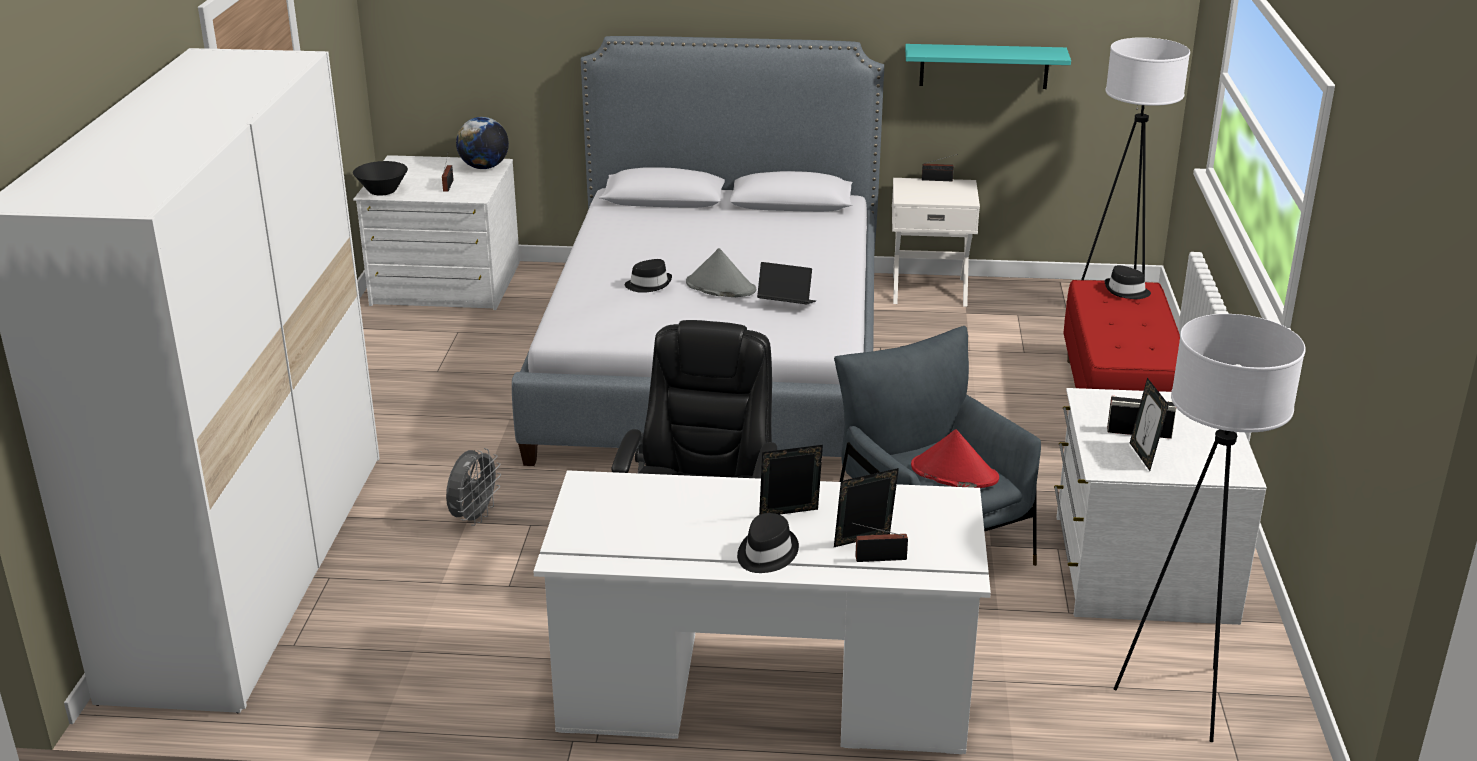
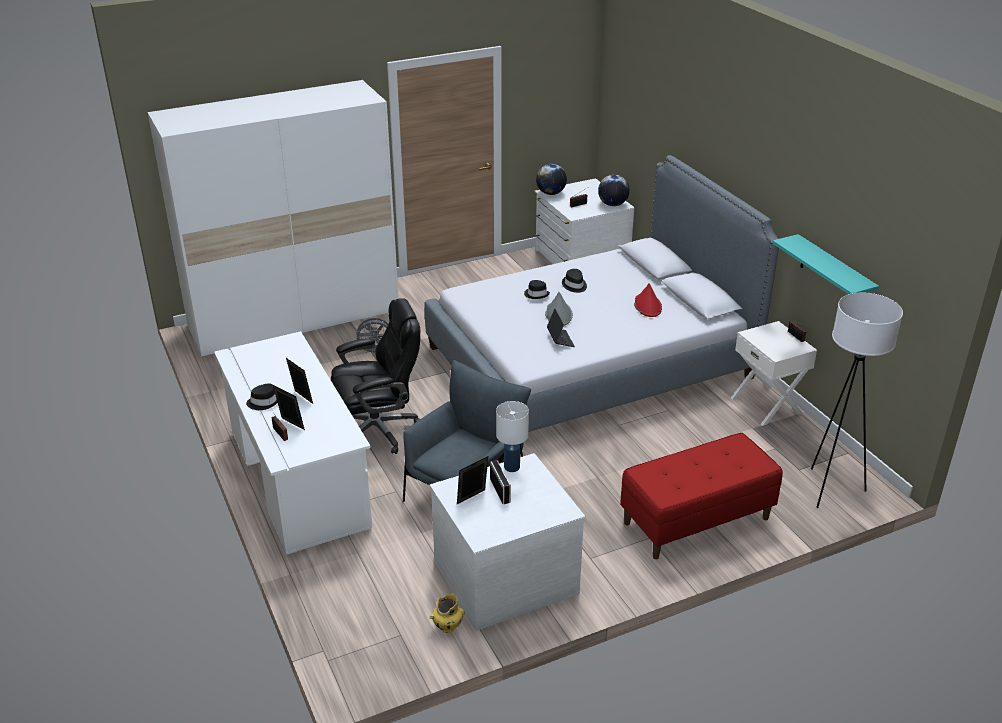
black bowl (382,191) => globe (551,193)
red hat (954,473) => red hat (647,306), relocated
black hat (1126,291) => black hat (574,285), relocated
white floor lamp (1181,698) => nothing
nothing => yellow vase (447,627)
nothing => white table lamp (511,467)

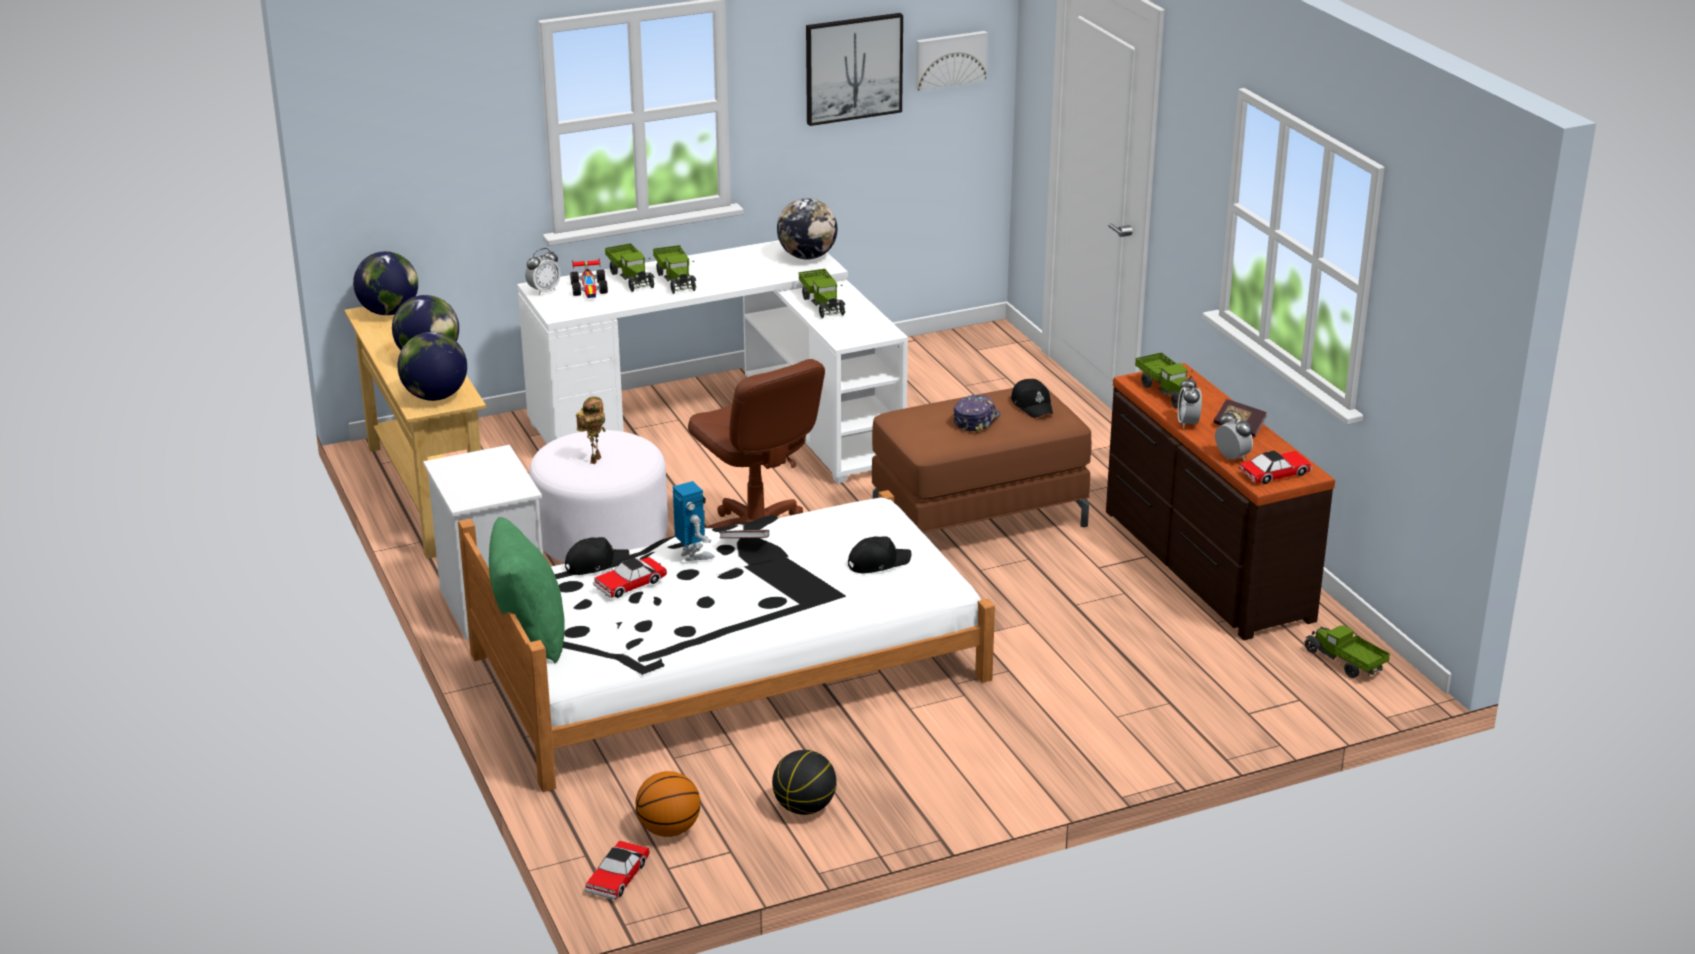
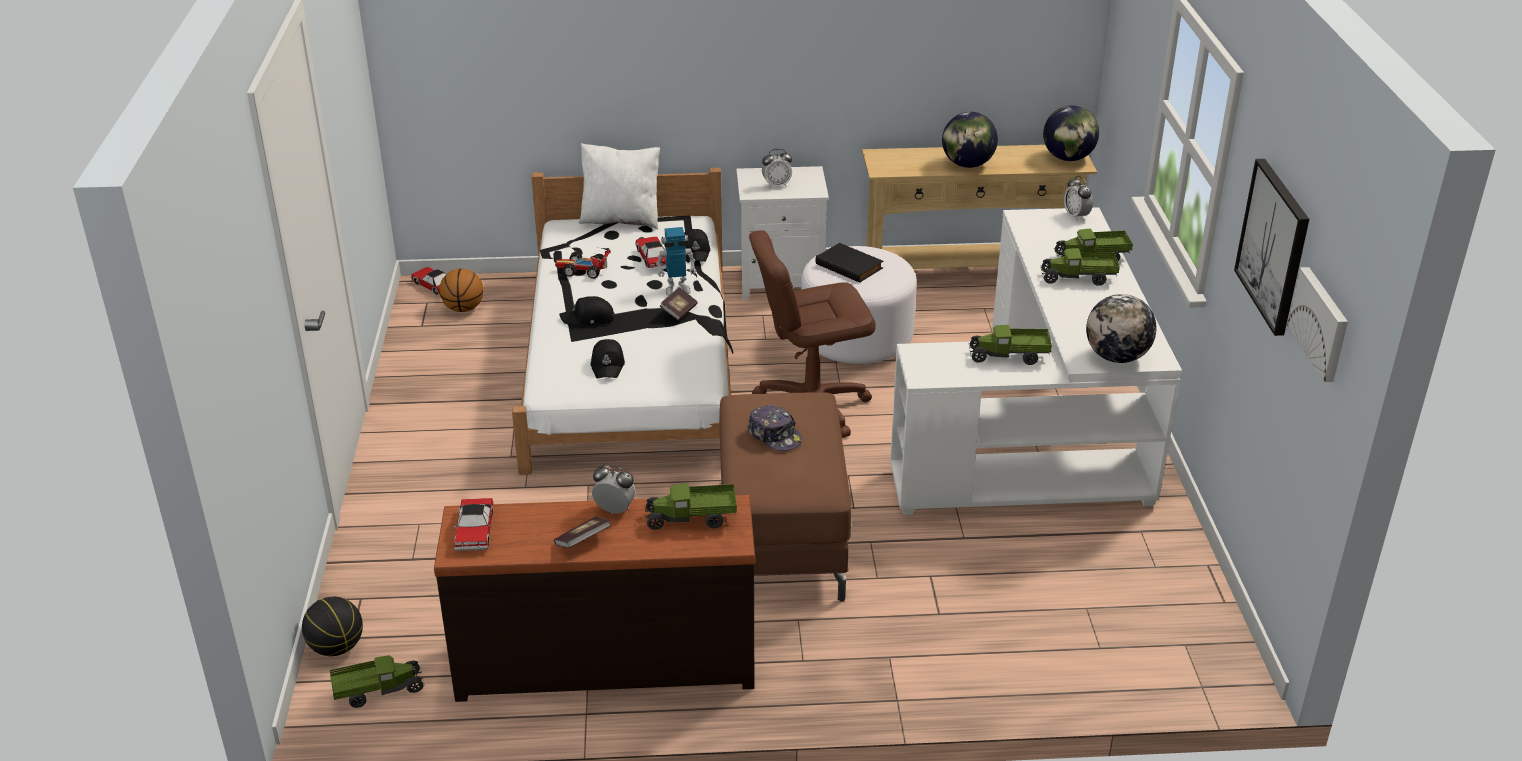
globe (435,397) => nothing
green pillow (529,634) => white pillow (621,219)
toy car (590,288) => toy car (584,270), relocated
toy robot (594,459) => black book (850,266)
basketball (804,807) => basketball (337,647), relocated
black cap (1032,405) => black cap (588,319), relocated
alarm clock (1232,458) => alarm clock (776,185), relocated

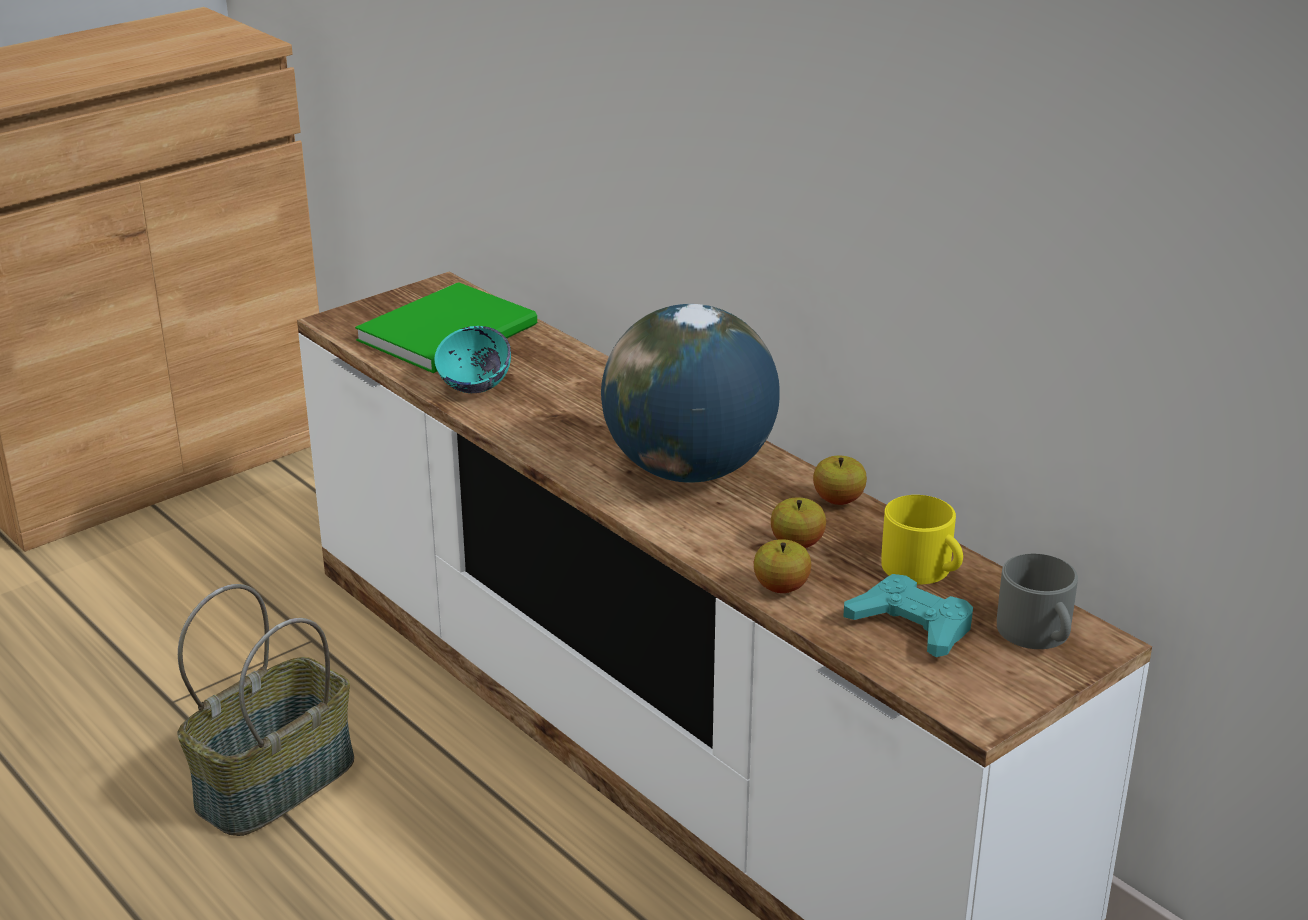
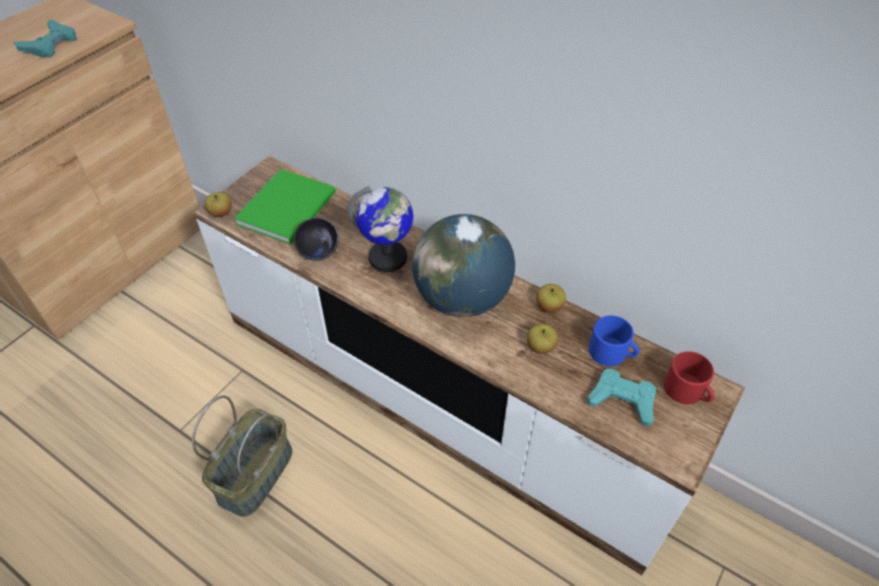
turquoise bowl (474,388) => black bowl (319,252)
apple (781,587) => apple (221,213), relocated
yellow mug (923,569) => blue mug (612,353)
grey mug (1038,633) => red mug (687,391)
nothing => turquoise game controller (50,44)
nothing => globe (388,258)

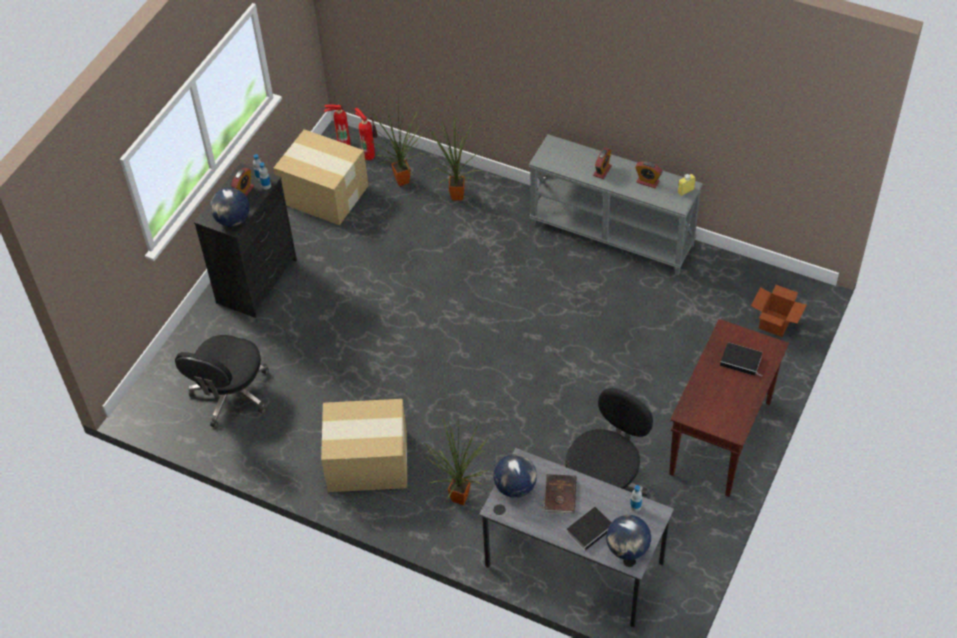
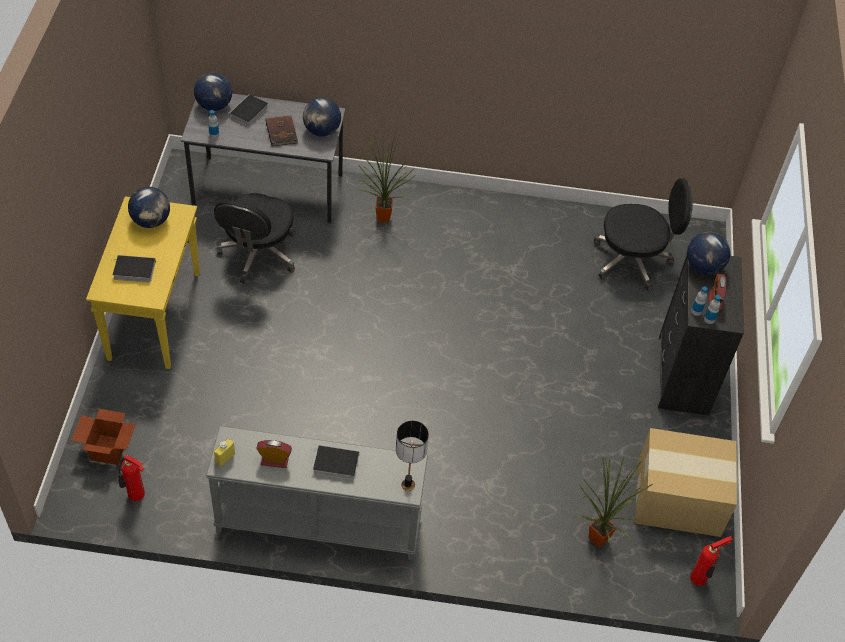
black office chair (230,395) => black office chair (633,260), 90 degrees clockwise
cardboard box (369,462) => nothing
fire extinguisher (369,154) => fire extinguisher (136,496), relocated
potted plant (454,196) => nothing
alarm clock (602,171) => book (334,464)
brown console table (721,439) => yellow console table (154,315)
nothing => globe (151,221)
nothing => table lamp (408,484)

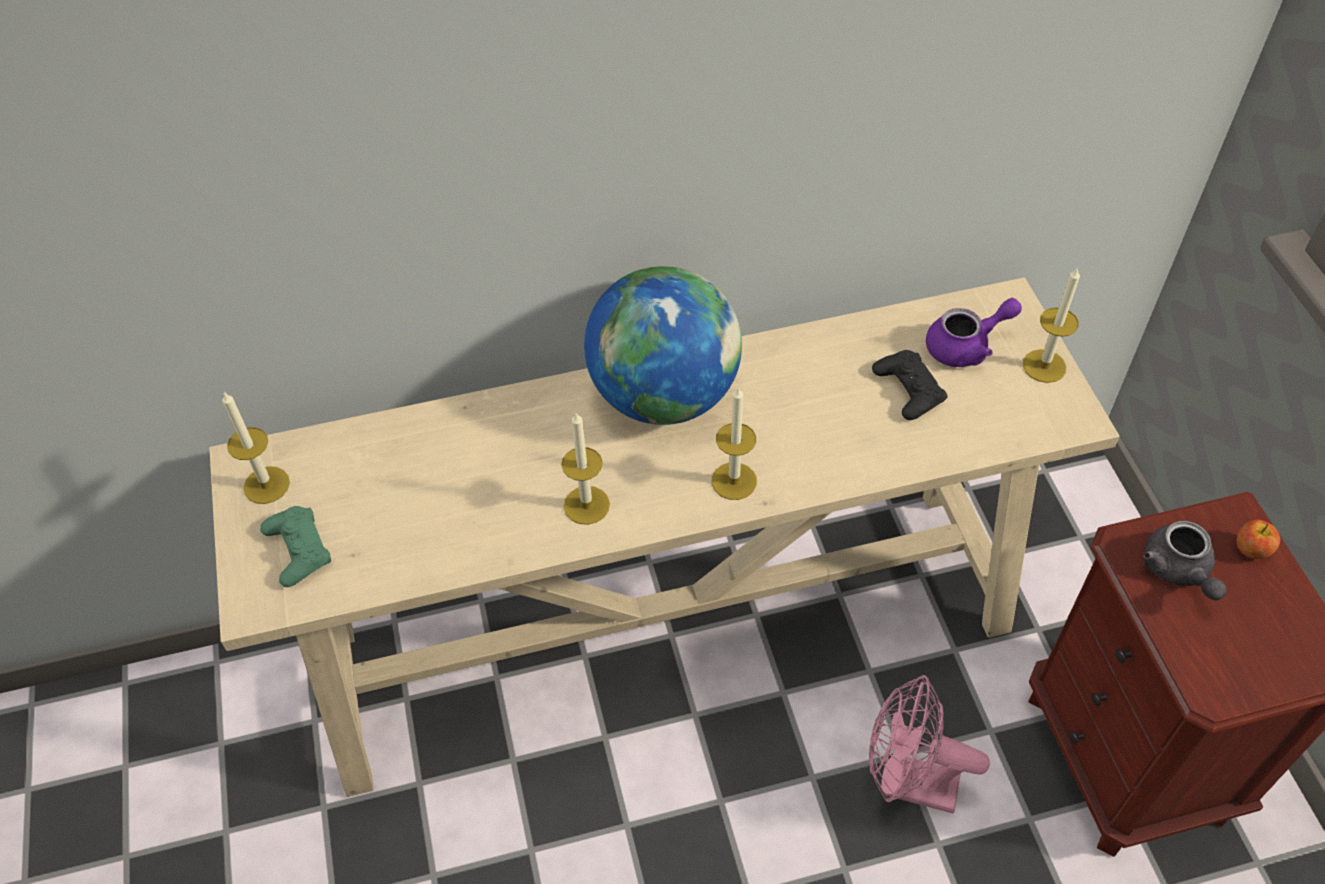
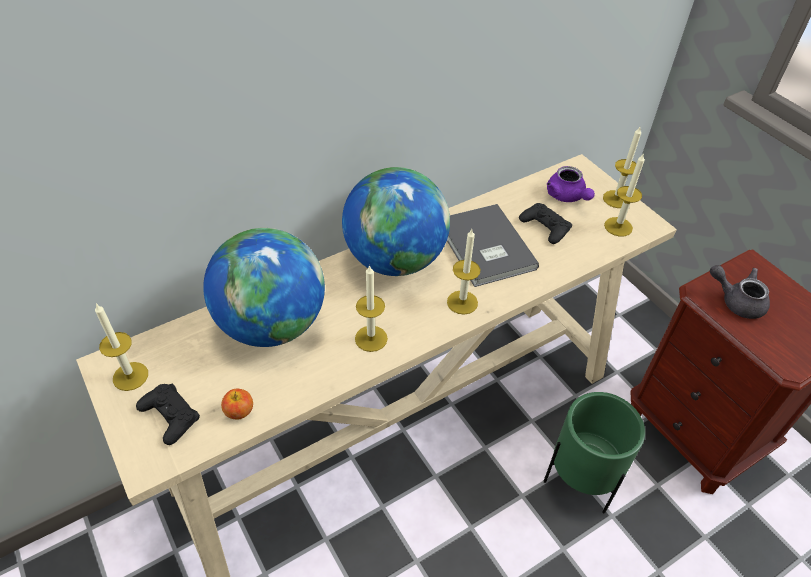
green game controller (298,549) => black game controller (170,416)
pink fan (907,783) => green planter (579,483)
purple teapot (966,347) => purple teapot (567,197), 105 degrees clockwise
grey teapot (1178,571) => grey teapot (737,301), 150 degrees clockwise
apple (1251,549) => apple (239,412), relocated
nothing => globe (272,324)
nothing => grey book (484,248)
nothing => candle (618,226)

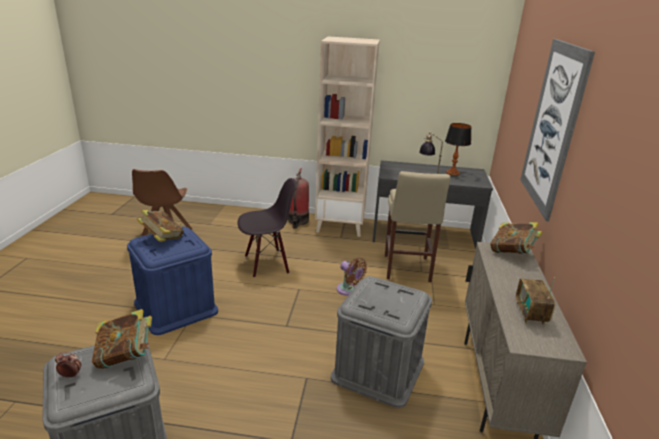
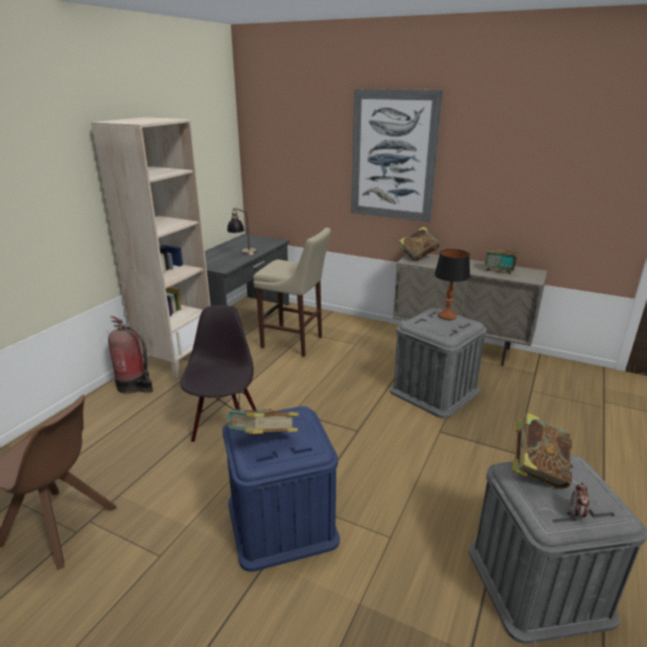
brown fan (349,290) => nothing
table lamp (452,173) => table lamp (447,316), relocated

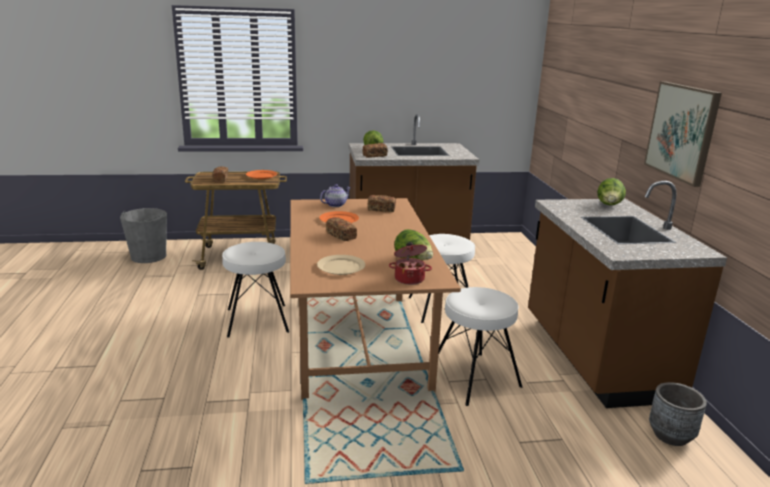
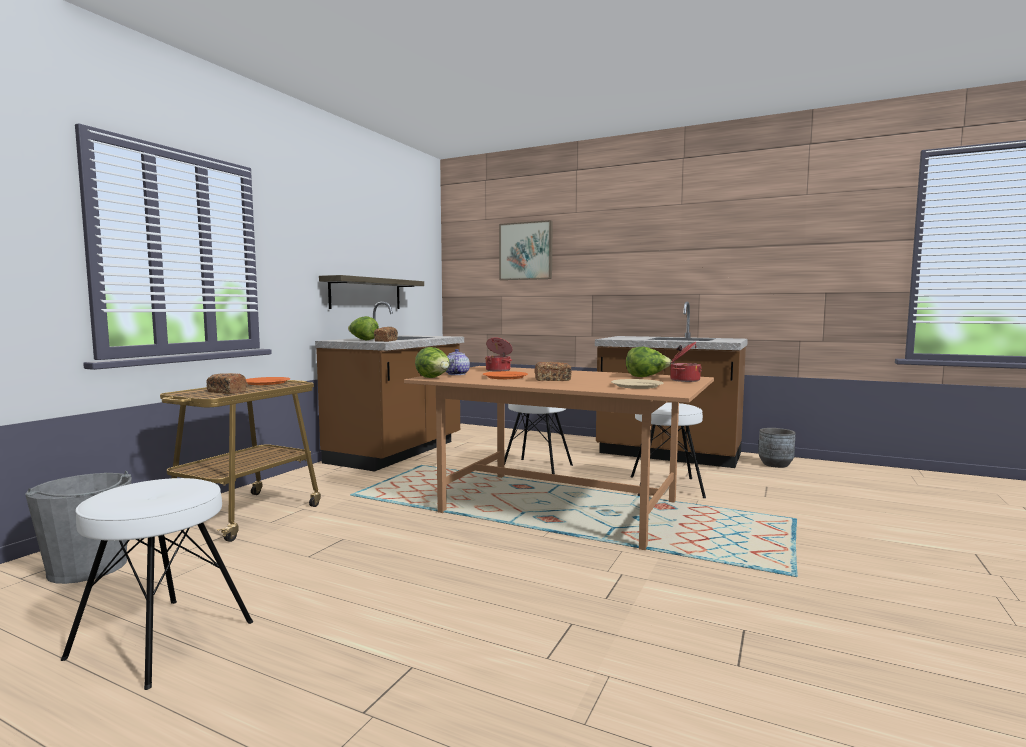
white stool (257,320) => white stool (162,640), relocated
bread (381,209) => cooking pot (498,370)
lettuce (609,206) => lettuce (433,378), relocated
picture (682,132) => picture (526,251), relocated
nothing => shelf (366,294)

